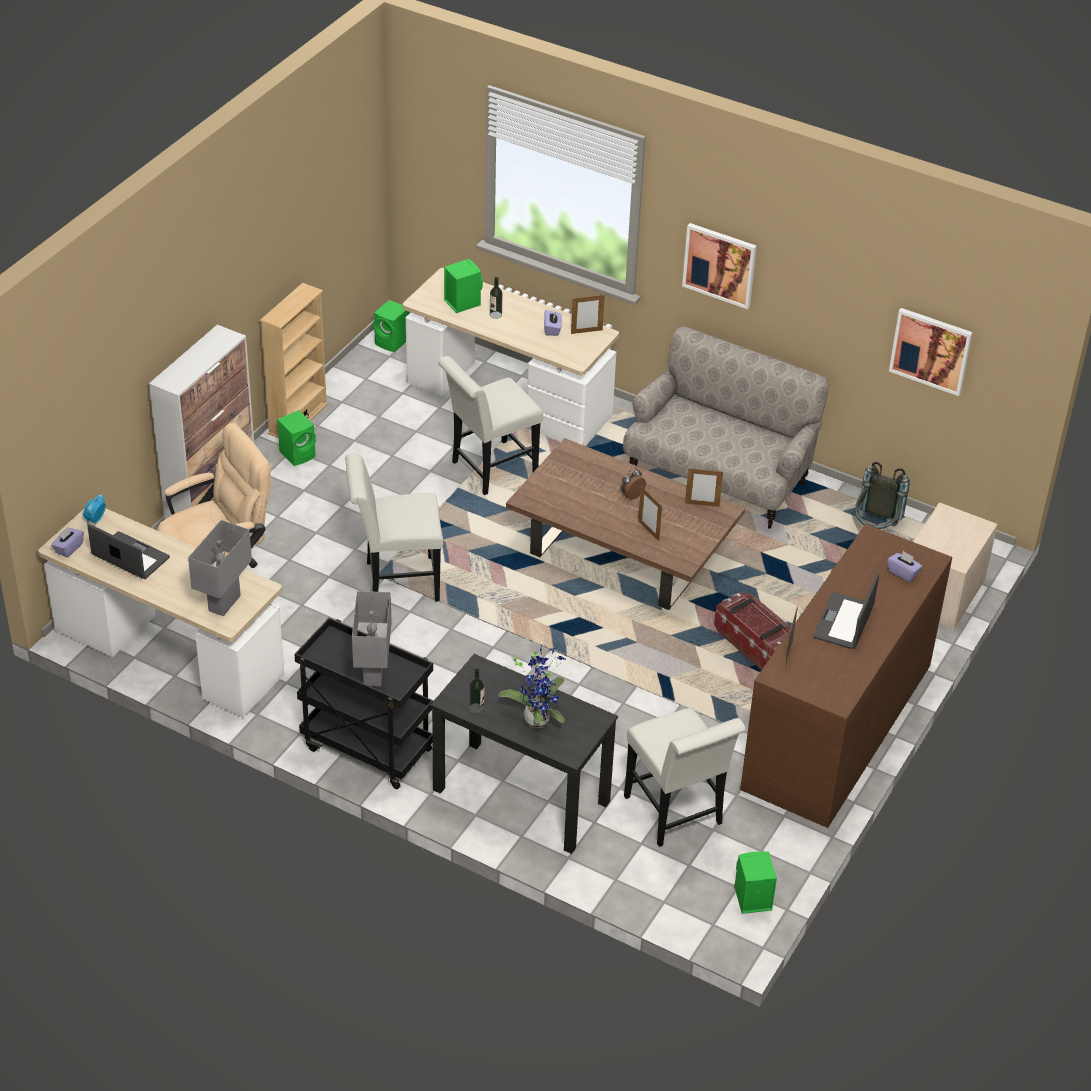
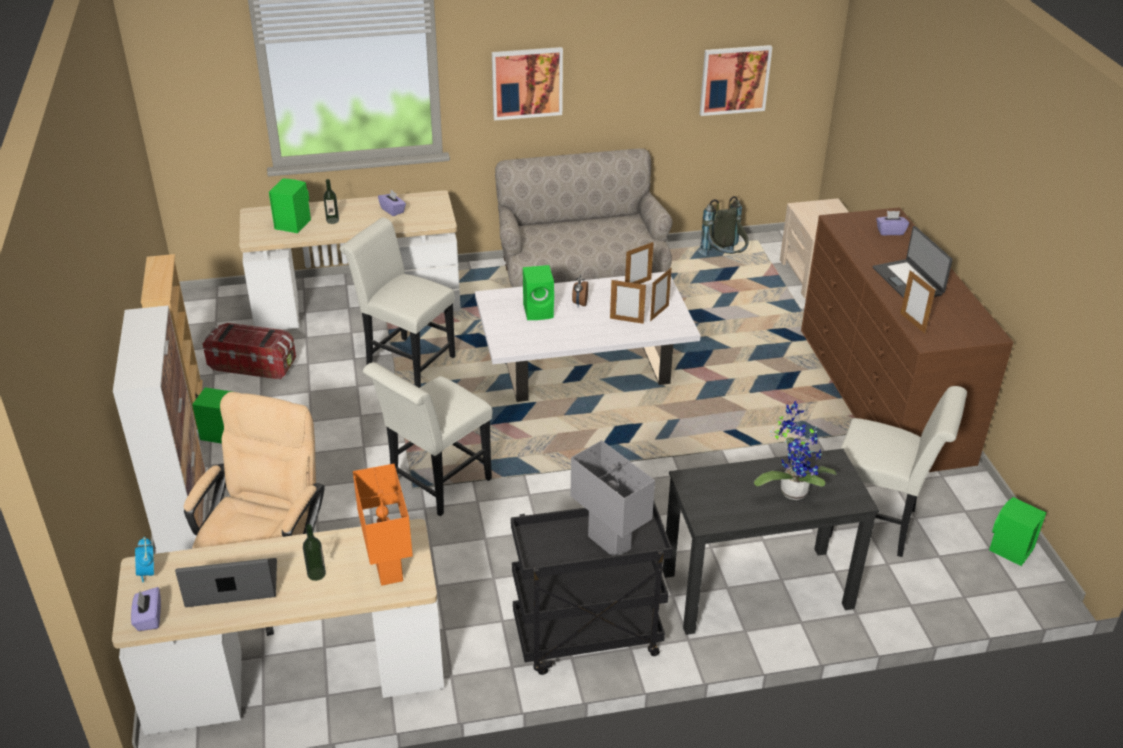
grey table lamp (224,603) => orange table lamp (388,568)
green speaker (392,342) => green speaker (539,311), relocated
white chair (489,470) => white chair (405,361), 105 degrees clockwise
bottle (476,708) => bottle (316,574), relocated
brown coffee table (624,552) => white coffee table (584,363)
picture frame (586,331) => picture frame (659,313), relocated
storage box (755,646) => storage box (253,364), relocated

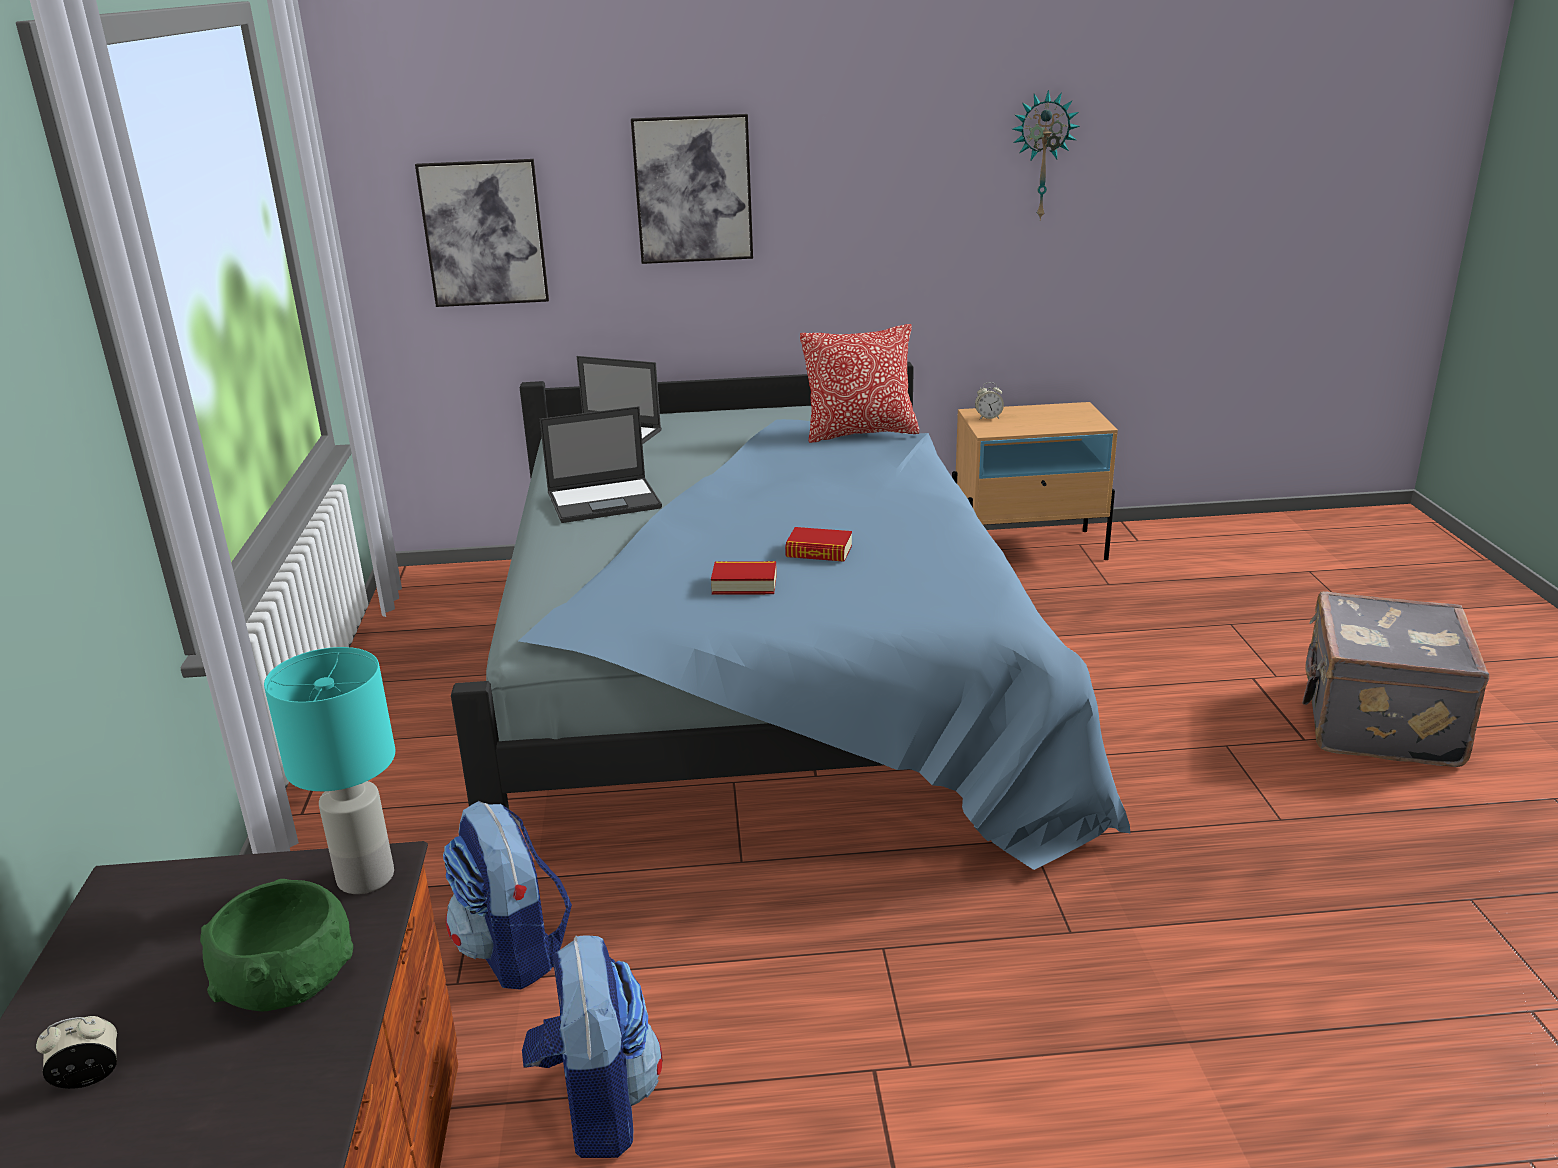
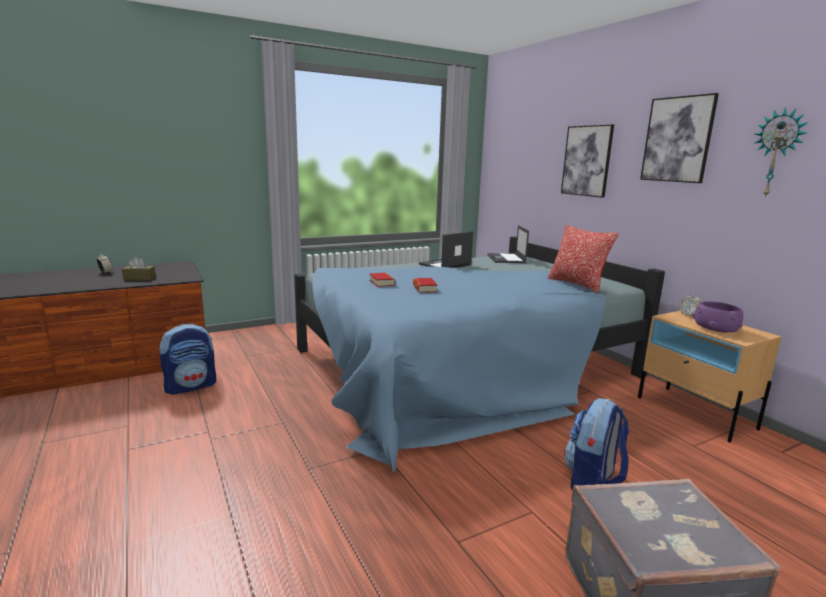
green bowl (285,975) => brown tissue box (139,278)
turquoise table lamp (364,878) => nothing
picture (484,233) => picture (677,139), relocated
backpack (513,951) => backpack (593,482), relocated
laptop (605,500) => laptop (444,265), 90 degrees clockwise
nothing => purple bowl (715,329)

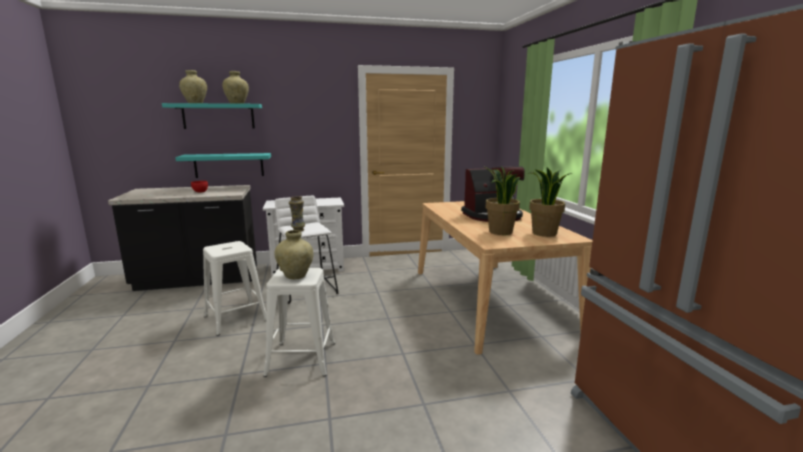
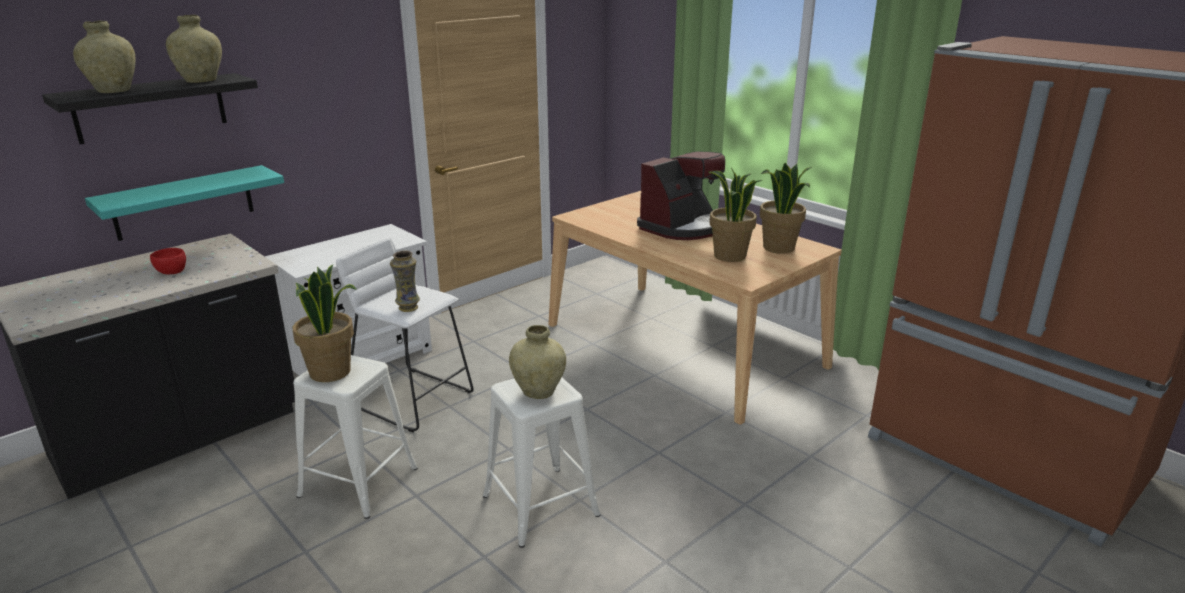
turquoise shelf (218,116) => black shelf (151,108)
nothing => potted plant (331,372)

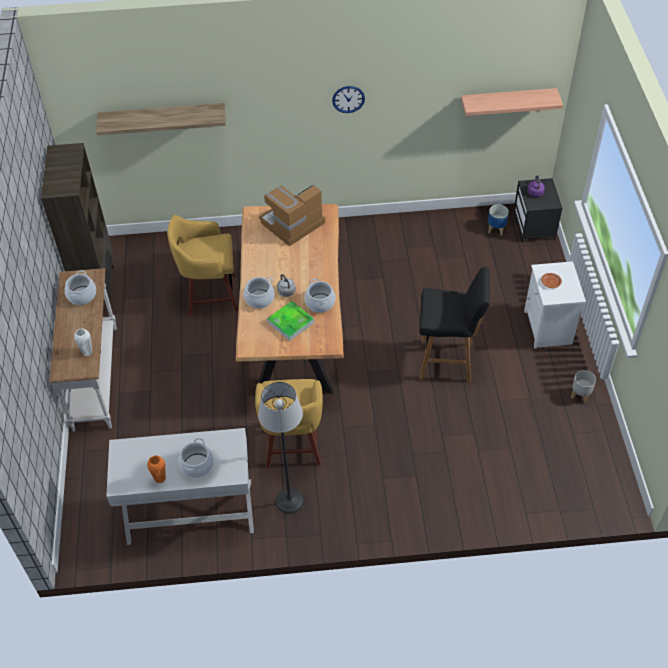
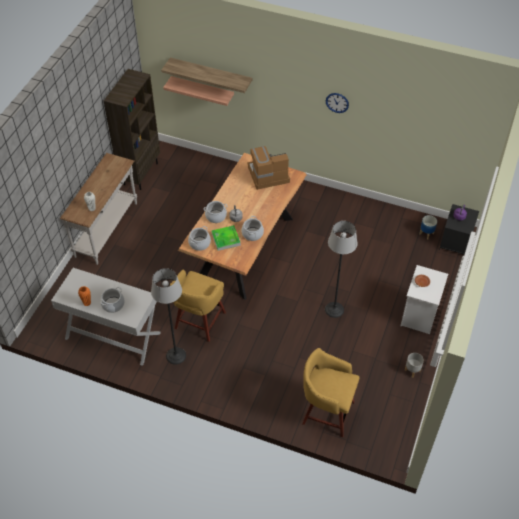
cooking pot (82,295) => cooking pot (199,243), relocated
yellow stool (210,294) => yellow stool (326,412), relocated
black stool (447,361) => floor lamp (334,309)
shelf (507,102) => shelf (202,90), relocated

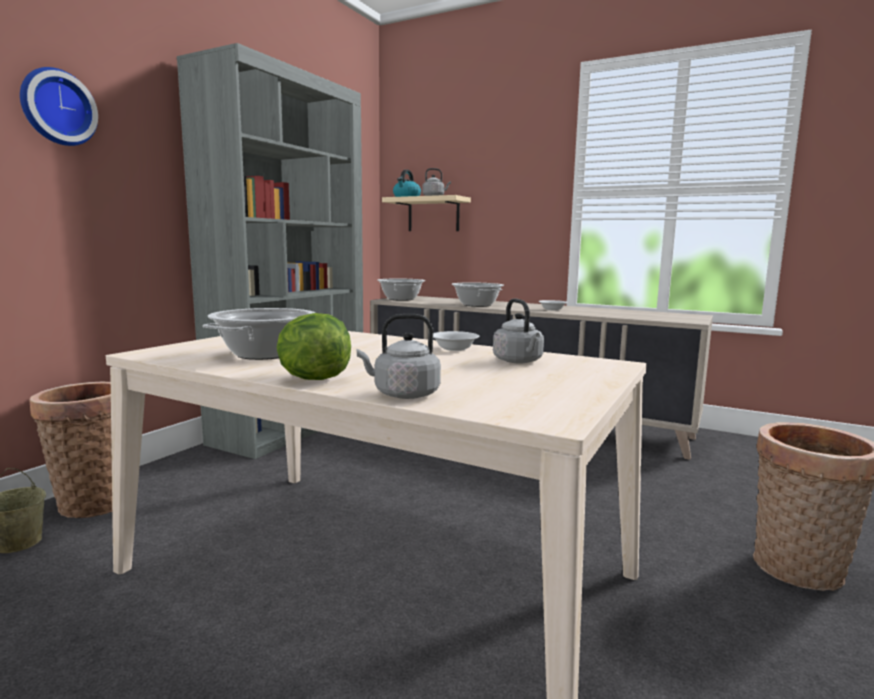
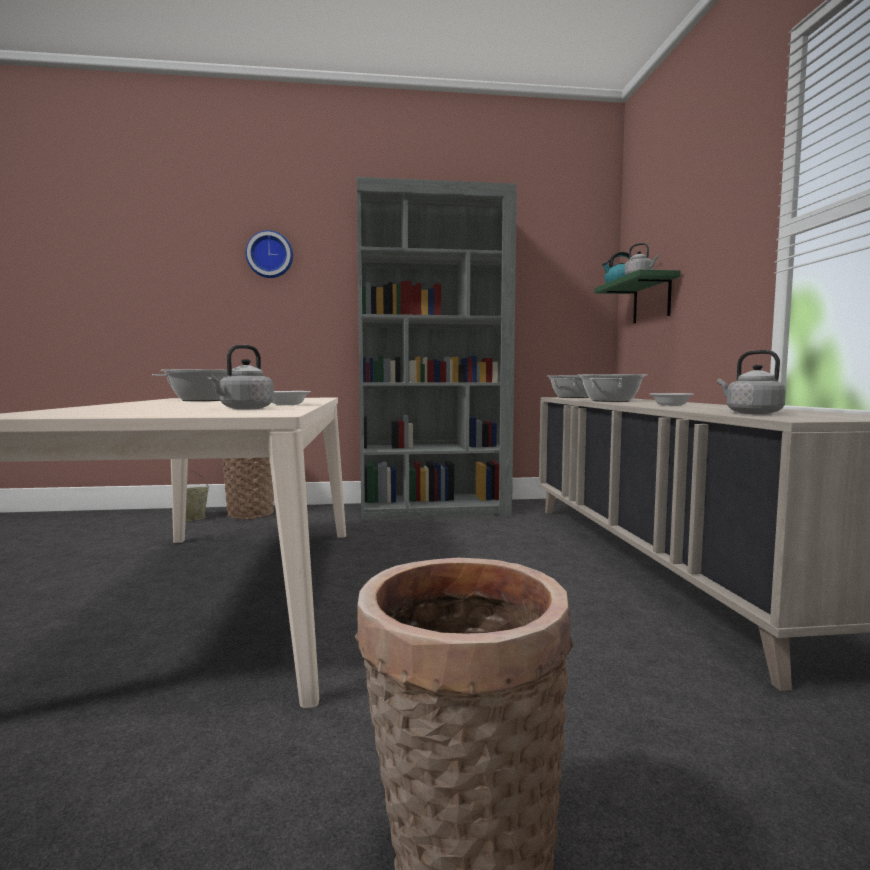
lettuce (313,378) => nothing
grey kettle (403,394) => grey kettle (750,413), relocated
beige shelf (433,215) => green shelf (651,300)

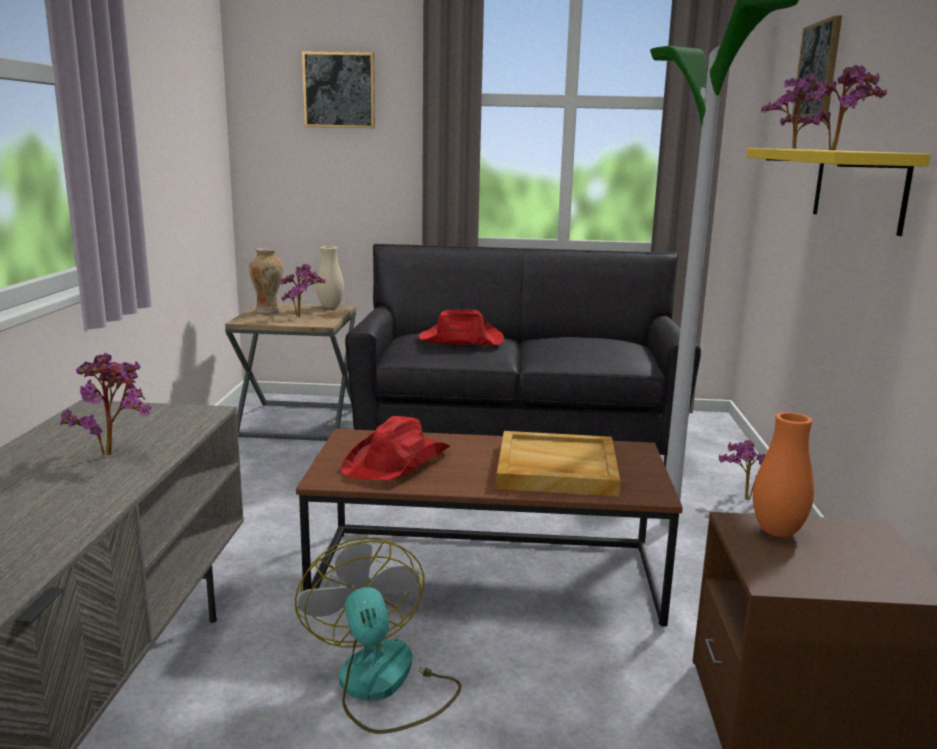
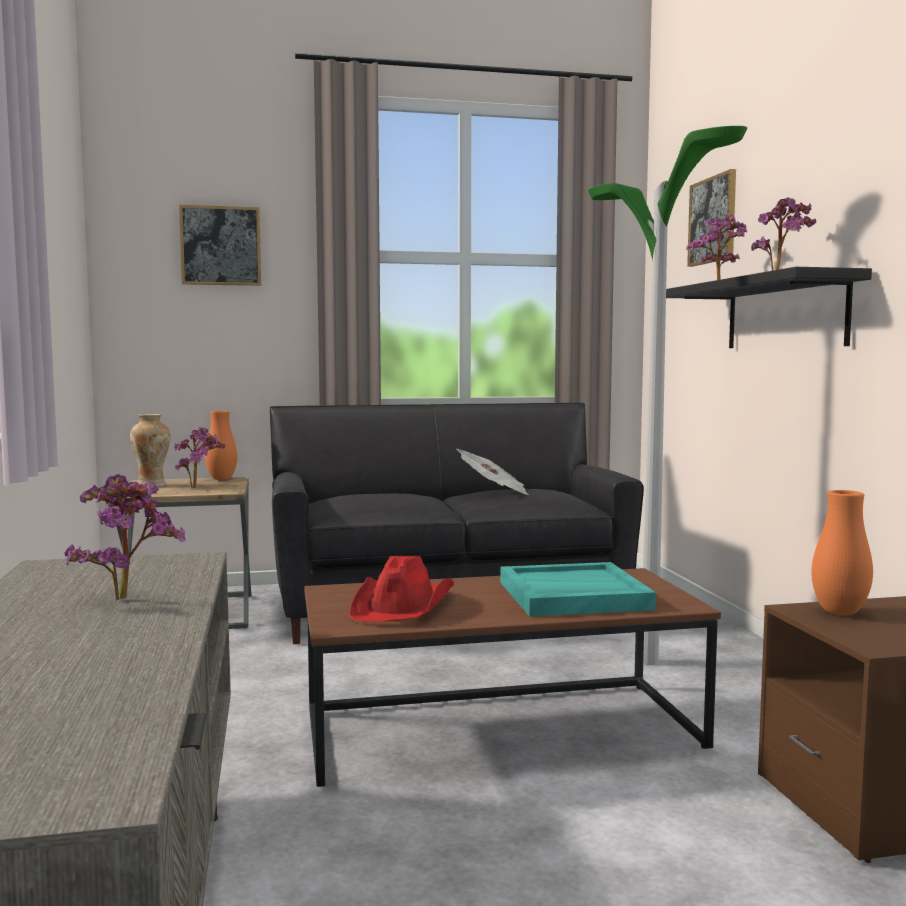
fan (382,685) => nothing
beige vase (330,307) => orange vase (221,479)
red hat (460,340) => nothing
beige tray (555,469) => turquoise tray (572,596)
potted plant (742,498) => nothing
yellow shelf (858,187) => black shelf (784,314)
nothing => newspaper (494,492)

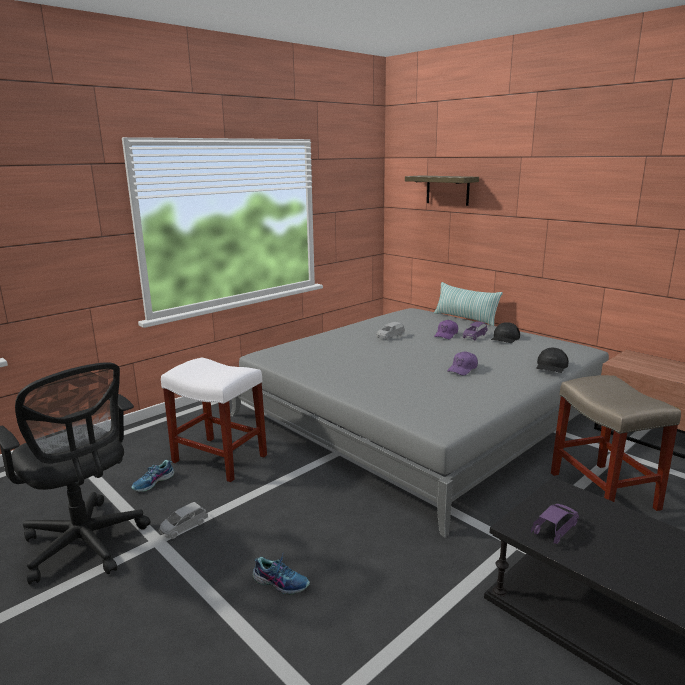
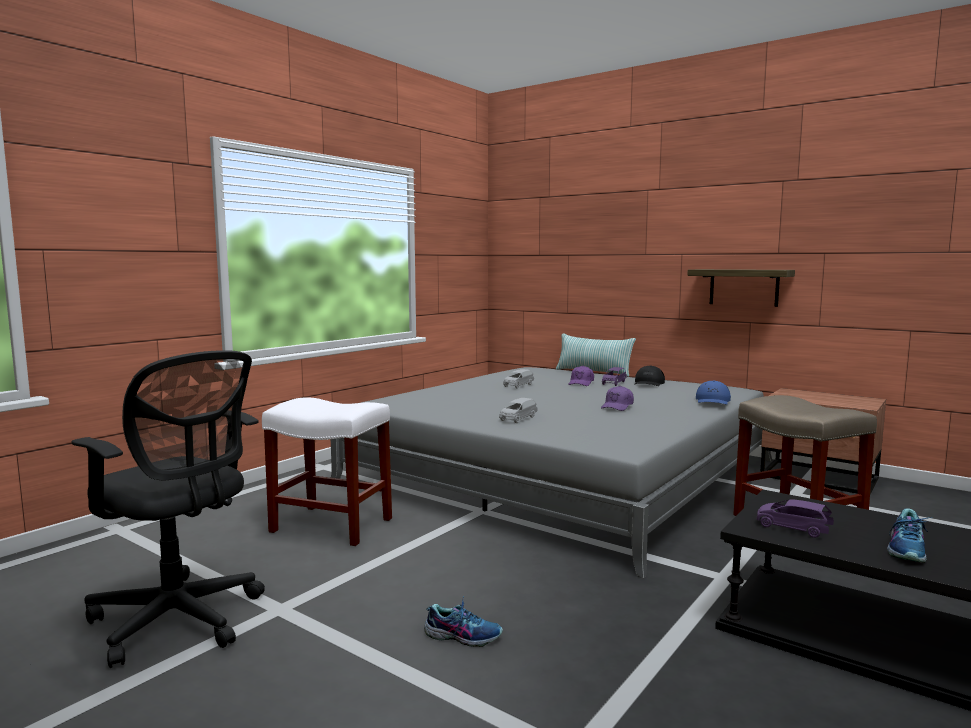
shoe (153,482) => shoe (907,549), relocated
grey toy car (184,527) => grey toy car (518,419), relocated
shelf (447,190) => shelf (743,287), relocated
purple toy car (555,530) => purple toy car (792,528), 90 degrees counterclockwise
black cap (551,366) => blue cap (712,400)

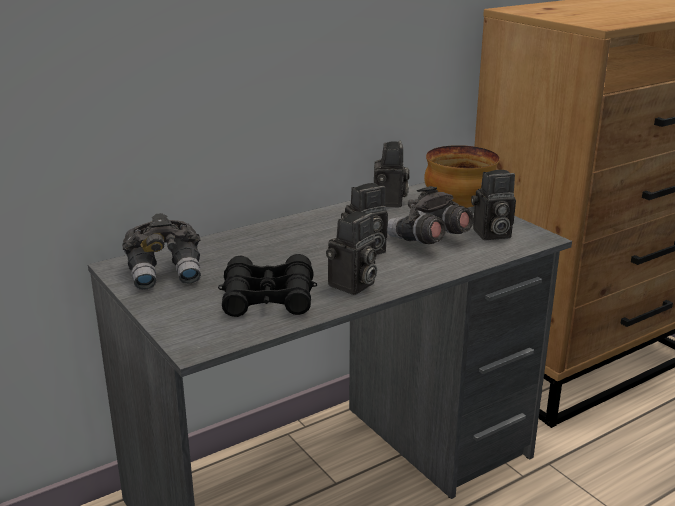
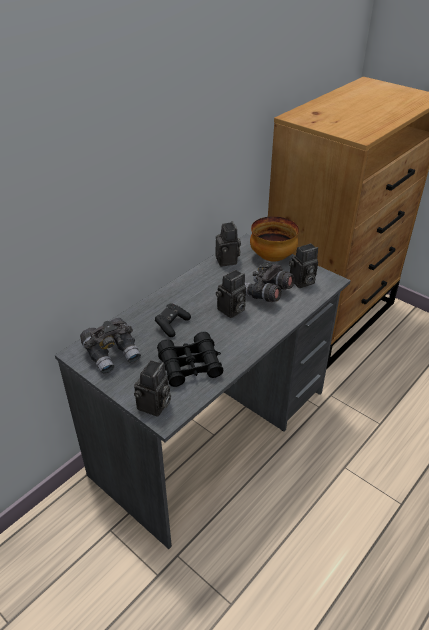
photo camera (352,286) => photo camera (154,406), relocated
nothing => black game controller (172,325)

